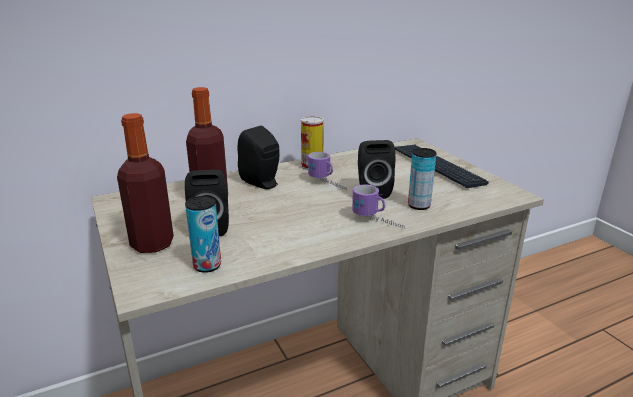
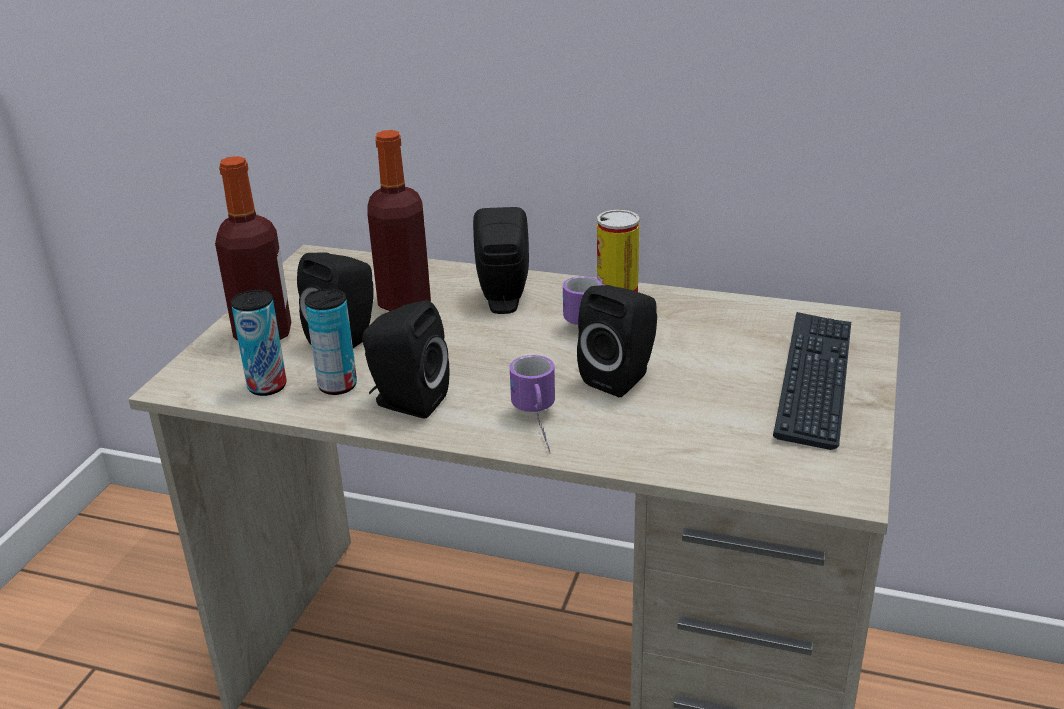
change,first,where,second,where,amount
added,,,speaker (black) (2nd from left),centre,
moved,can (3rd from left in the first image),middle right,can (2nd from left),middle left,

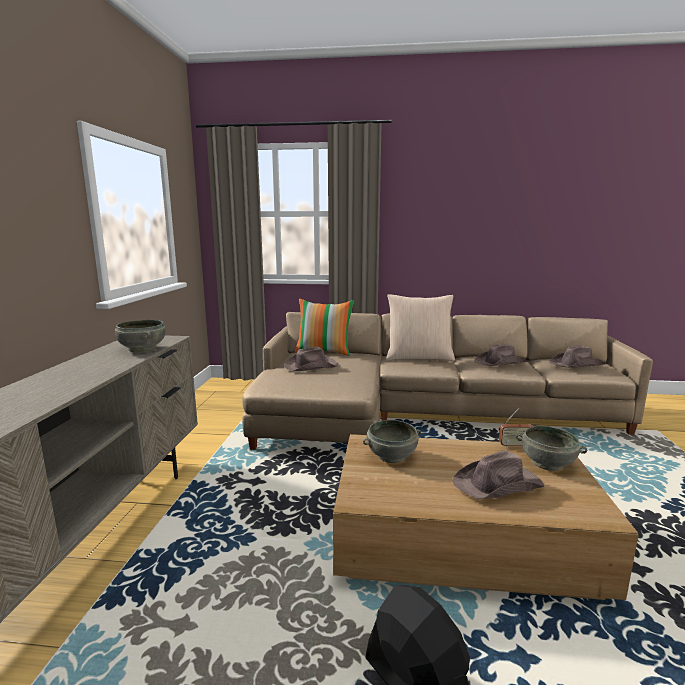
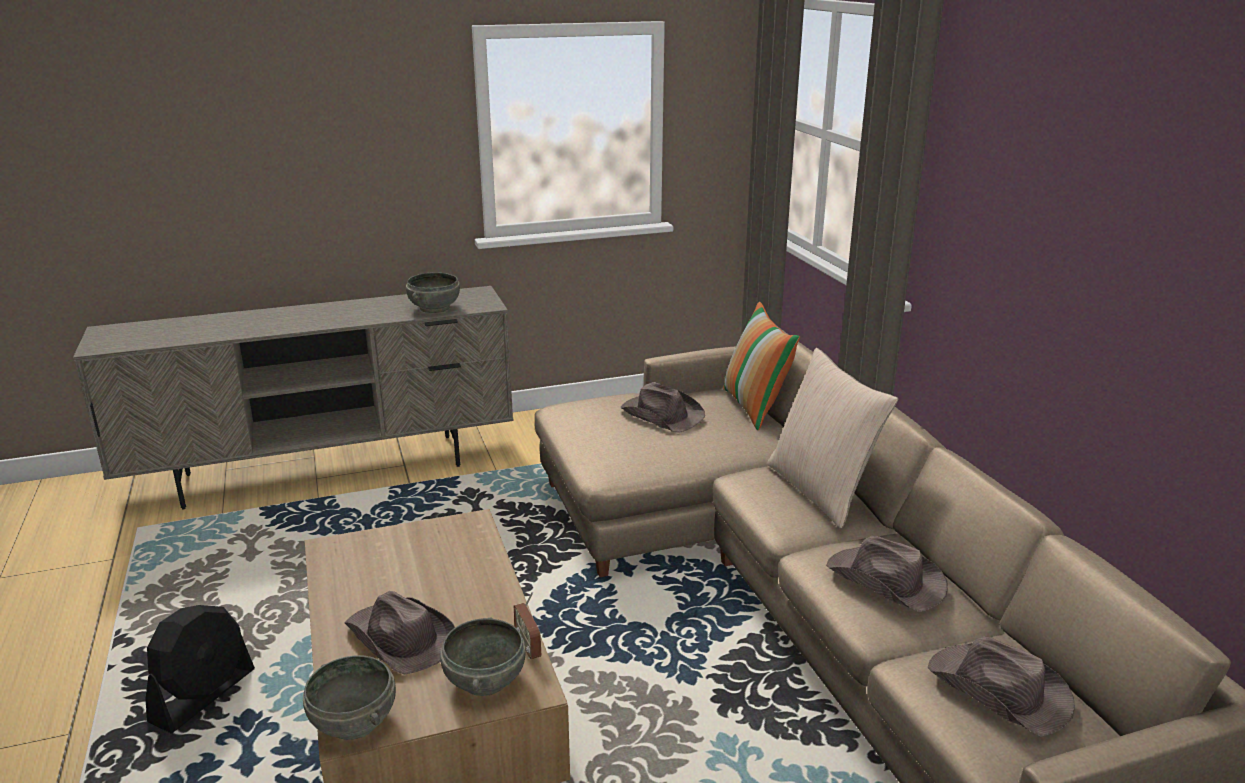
change,first,where,second,where,amount
moved,bowl (grey) (2nd from left in the first image),centre,bowl (grey) (1st from left),bottom left,

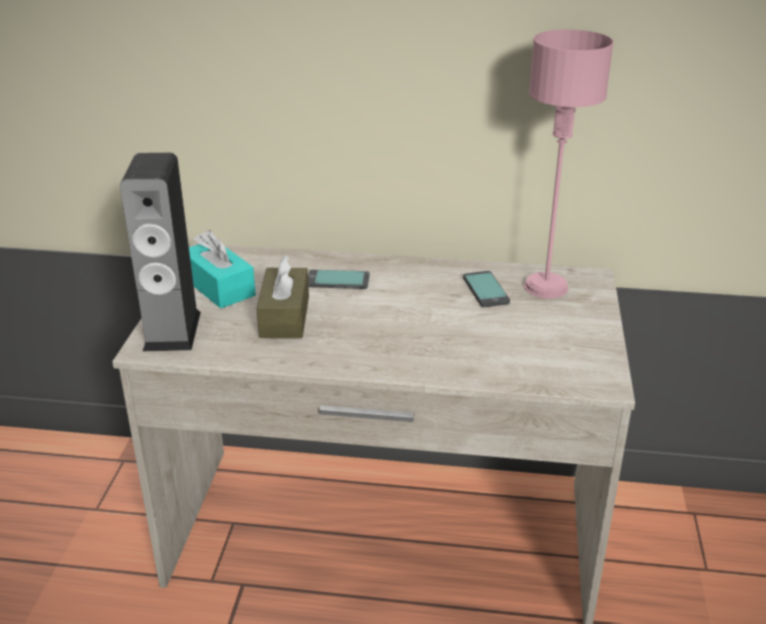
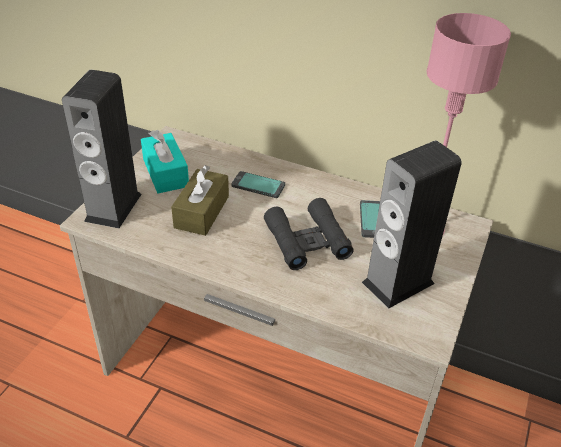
change,first,where,second,where,amount
added,,,binoculars (black),centre,
added,,,speaker (2nd from left),middle right,

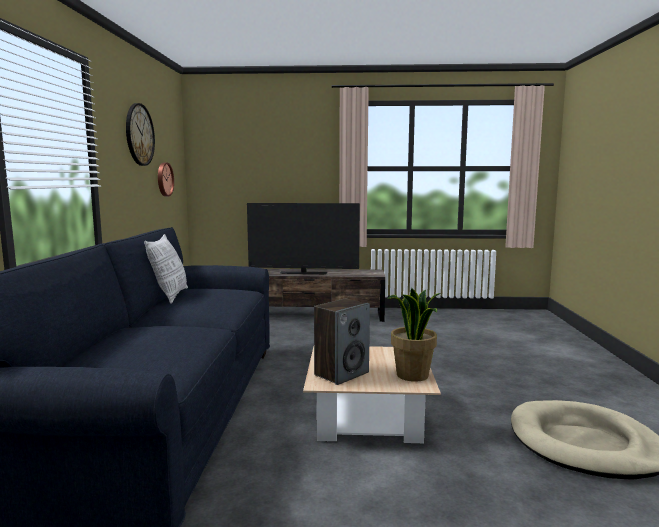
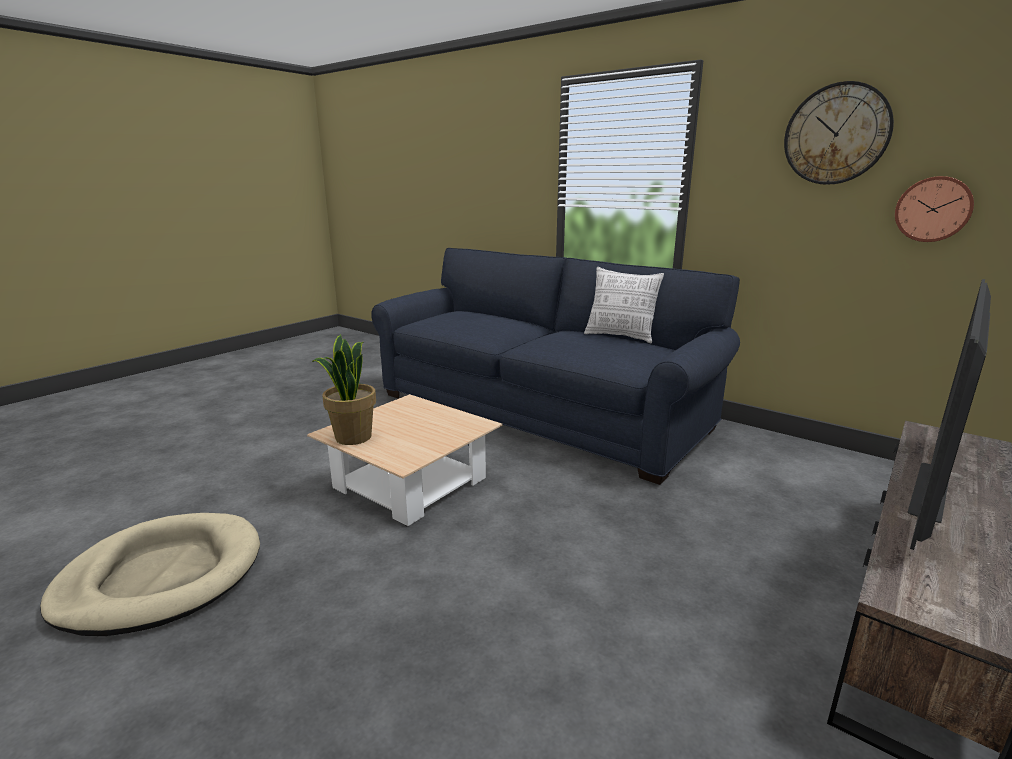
change,first,where,second,where,amount
removed,speaker,centre,,,

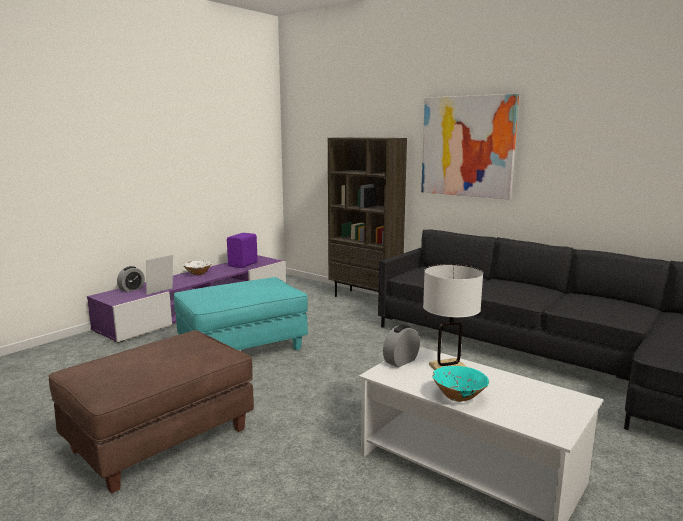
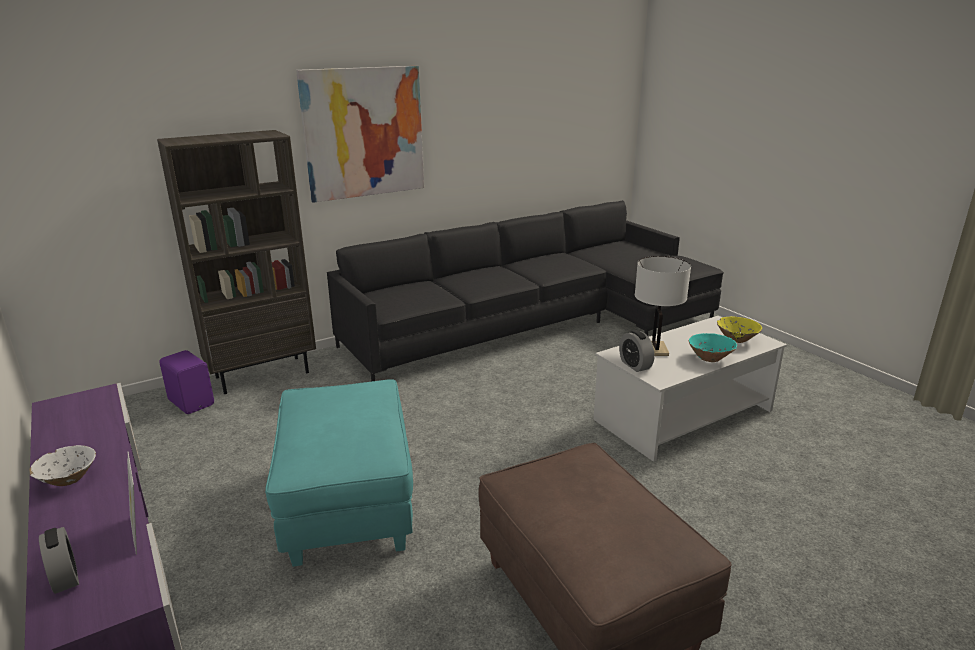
change,first,where,second,where,amount
added,,,bowl (yellow),middle right,
moved,speaker (purple),centre,,middle left,

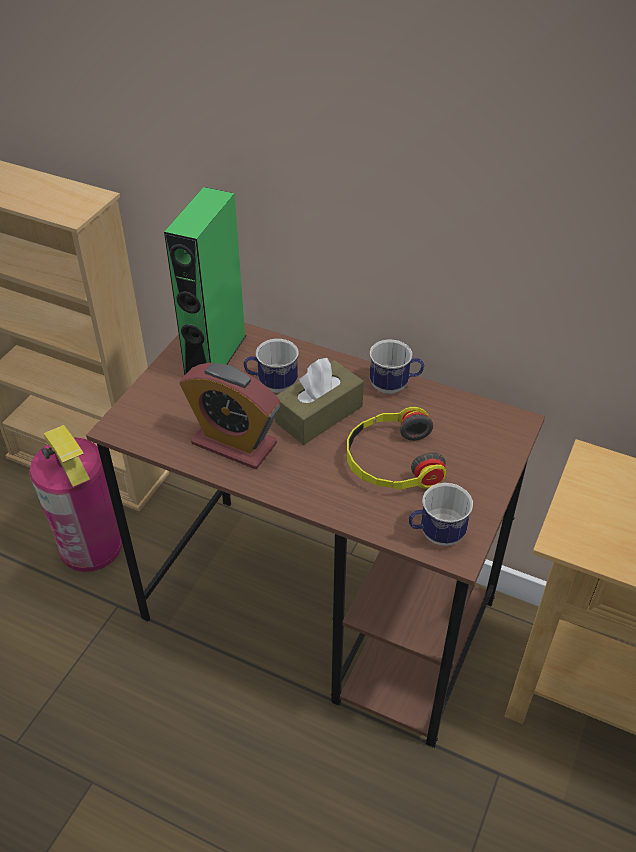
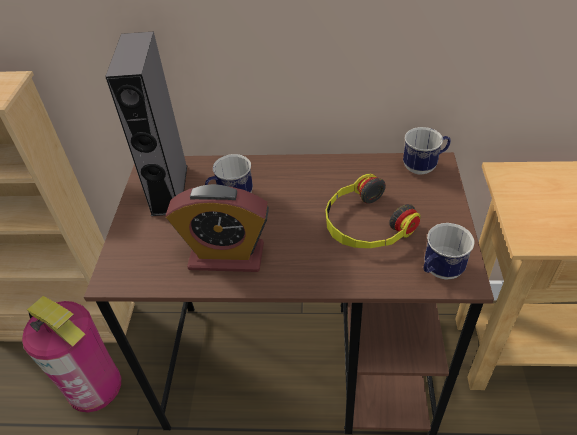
change,first,where,second,where,amount
removed,tissue box (brown),centre,,,
moved,mug (2nd from left),centre,,middle right,
recoloured,speaker (green),top left,speaker (grey),top left,

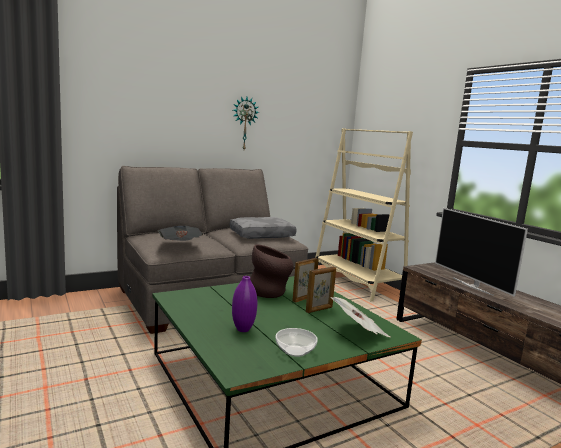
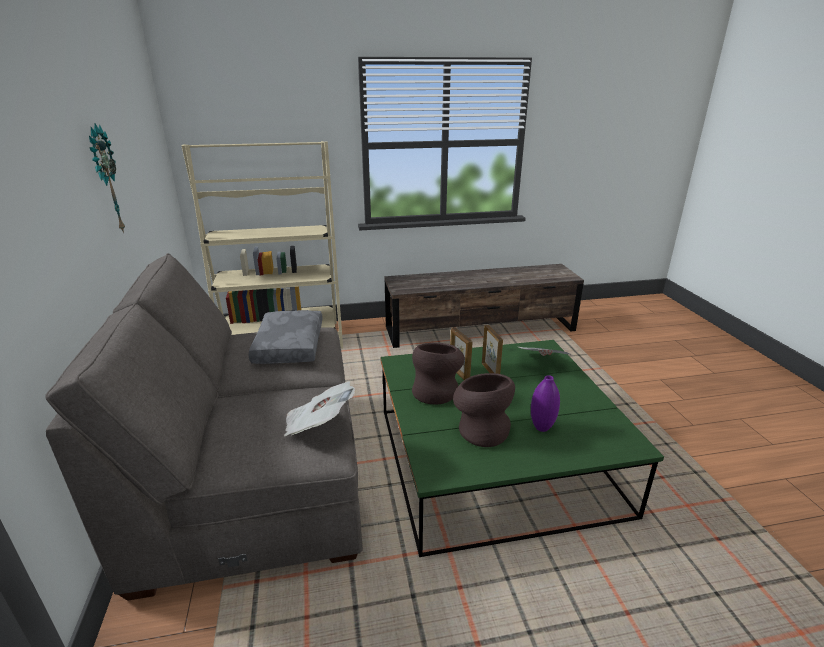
change,first,where,second,where,amount
removed,bowl,bottom centre,,,
removed,television,middle right,,,
added,,,vase (brown) (2nd from left),centre,

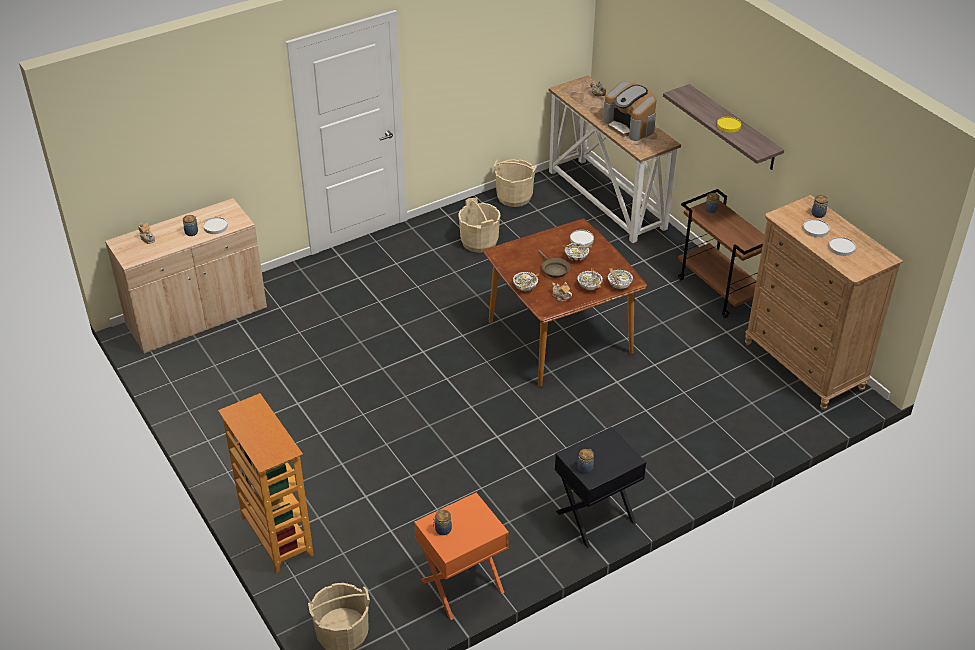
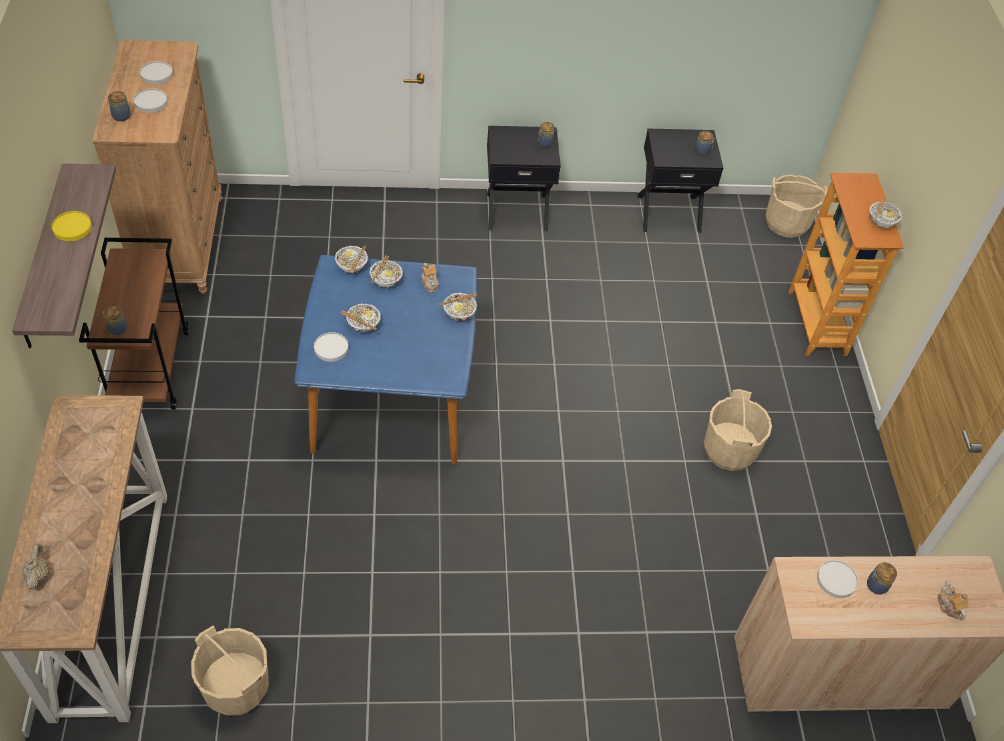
change,first,where,second,where,amount
removed,frying pan (brown),centre,,,
removed,coffee machine,top centre,,,
added,,,bowl (5th from left),top right,
moved,bucket (beige) (2nd from left),centre,,middle right,
recoloured,nightstand (orange),bottom centre,nightstand (black) (2nd from left),top right,
recoloured,dining table (brown),centre,dining table (blue),centre,

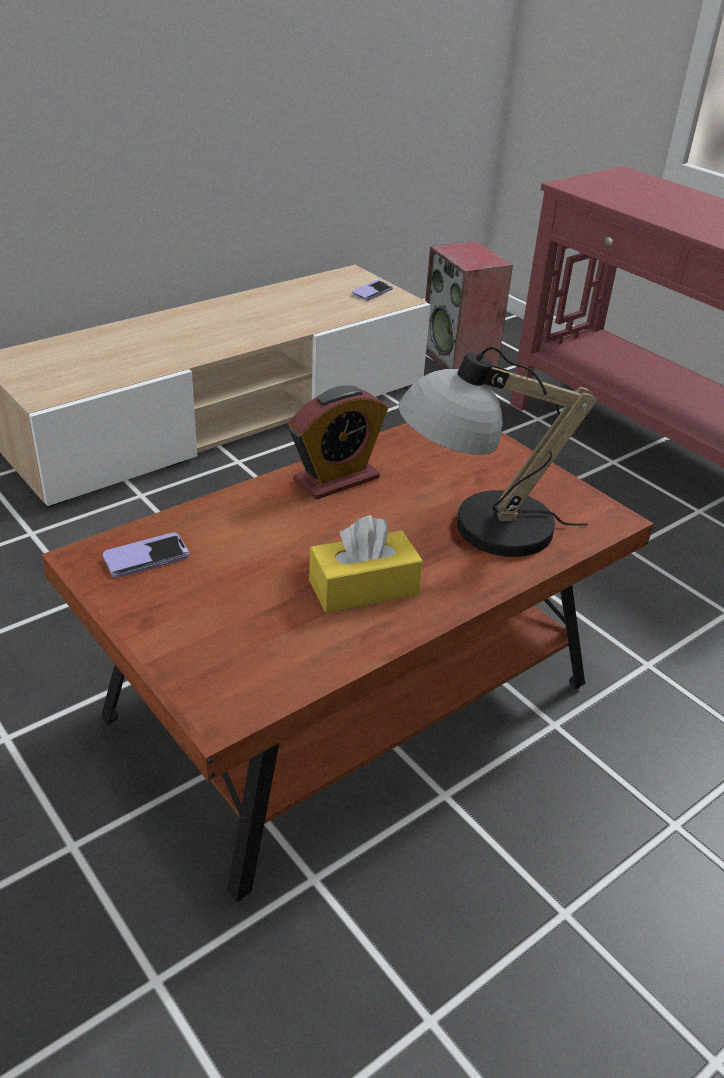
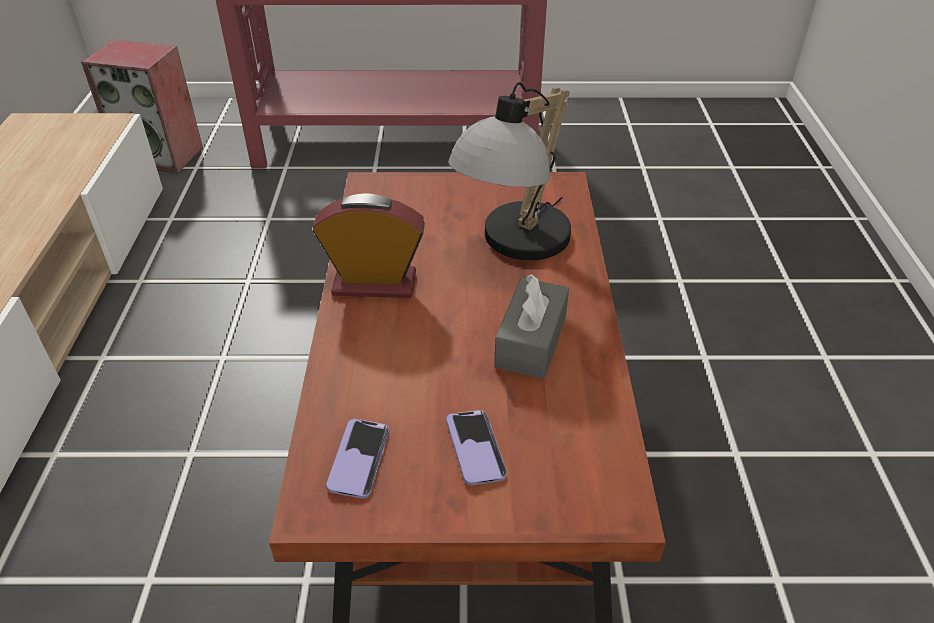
change,first,where,second,where,amount
moved,phone (2nd from left),top centre,,bottom centre,
recoloured,tissue box (yellow),centre,tissue box (grey),centre,
turned,alarm clock,centre,,centre,90 degrees counterclockwise

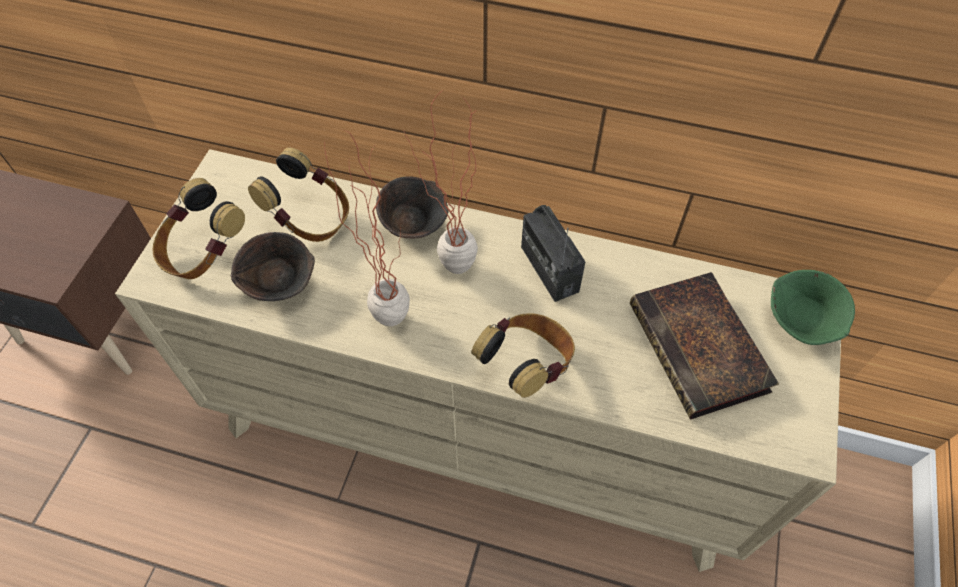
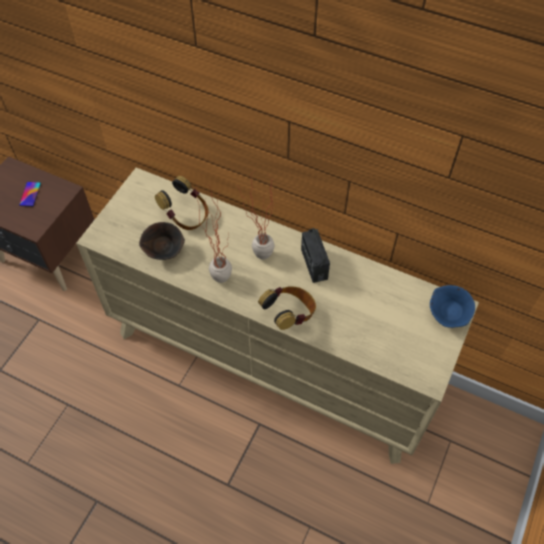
change,first,where,second,where,amount
removed,headphones (1st from left),middle left,,,
removed,bowl (brown) (2nd from left),centre,,,
removed,book,middle right,,,
added,,,phone,middle left,
recoloured,bowl (green),middle right,bowl (blue),middle right,

